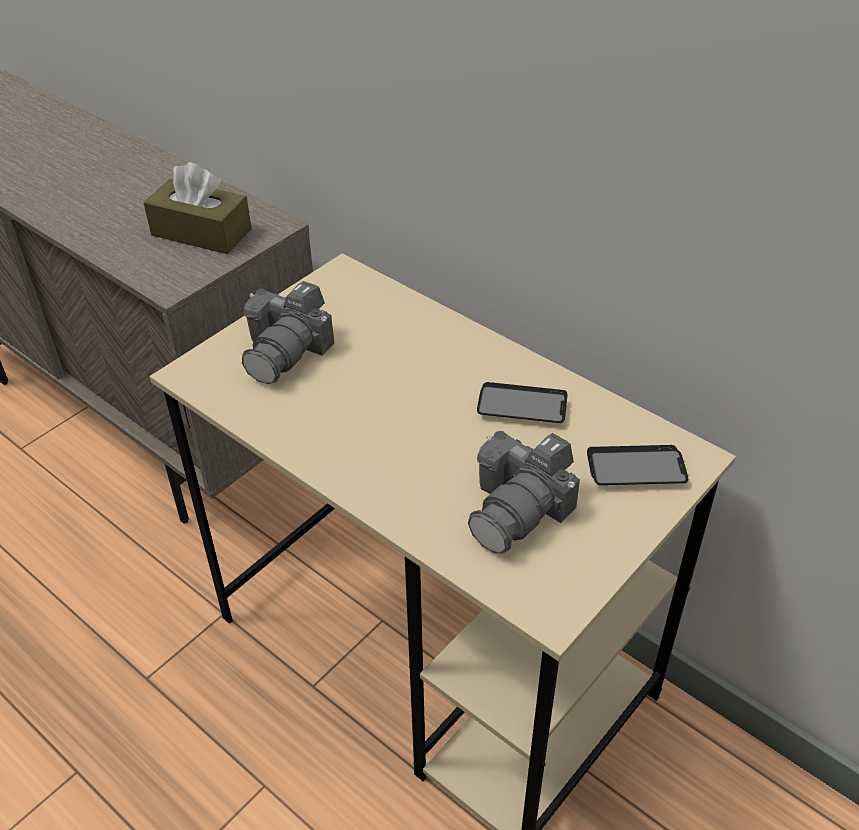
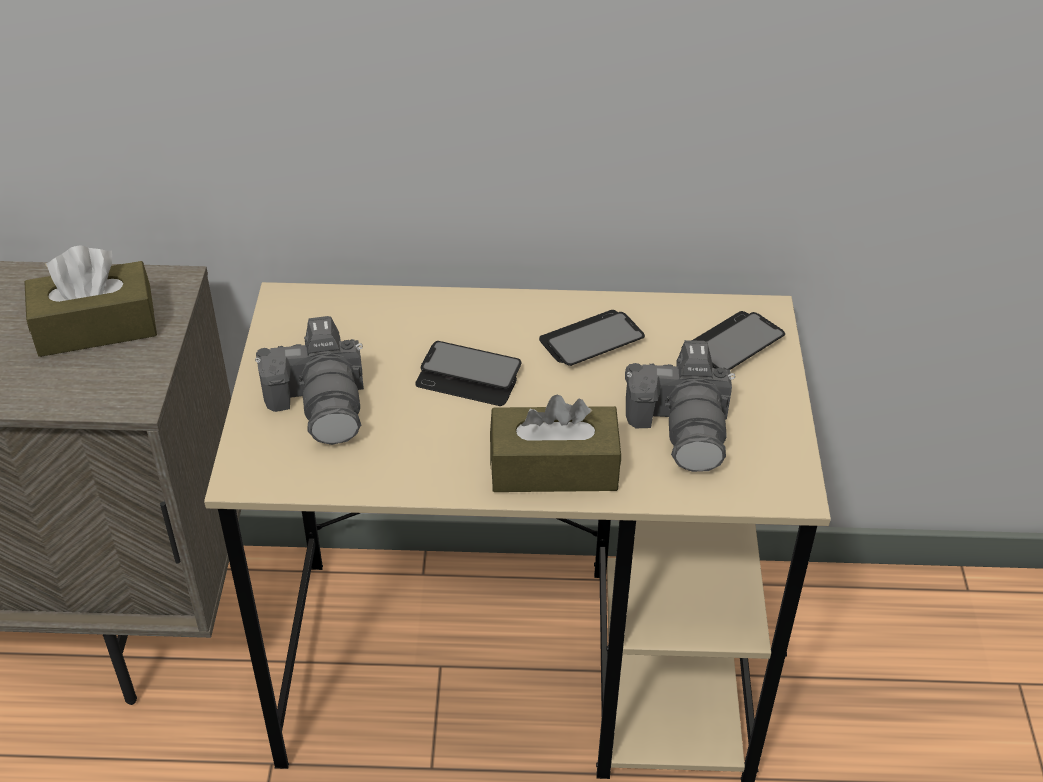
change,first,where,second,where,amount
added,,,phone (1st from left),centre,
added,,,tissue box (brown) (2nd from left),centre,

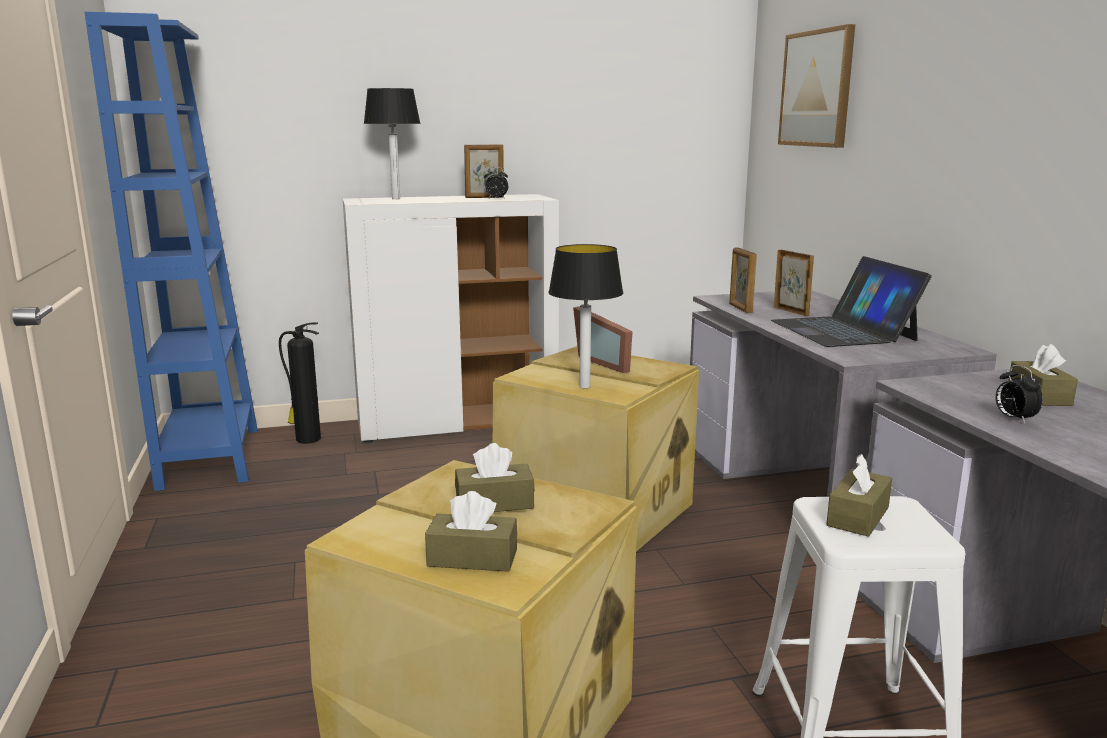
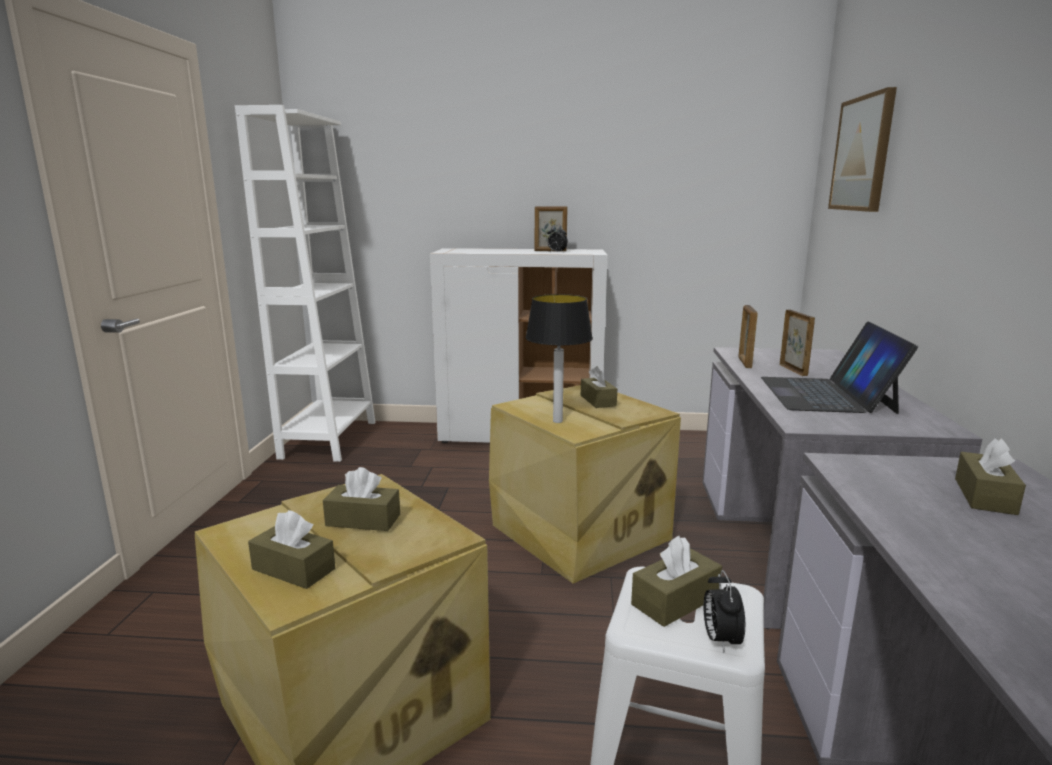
change,first,where,second,where,amount
removed,fire extinguisher,middle left,,,
removed,table lamp (1st from left),top centre,,,
moved,alarm clock (2nd from left),middle right,,bottom right,
replaced,picture frame (2nd from left),centre,tissue box (brown) (3rd from left),centre,
recoloured,bookcase (blue),middle left,bookcase (white),middle left,

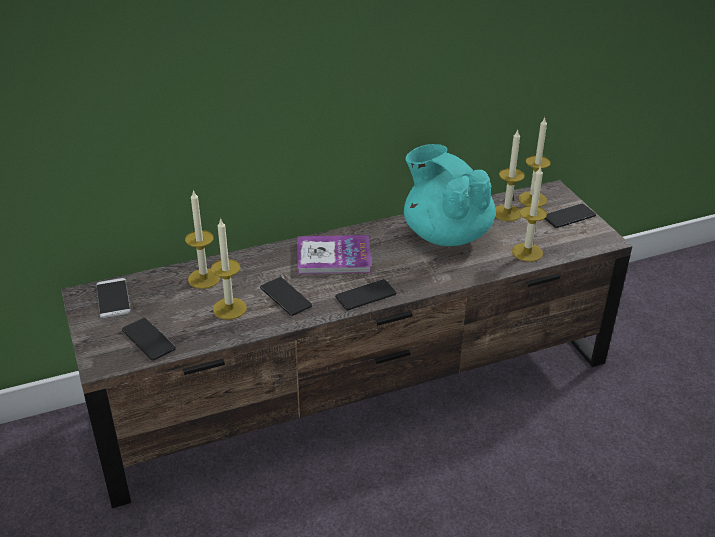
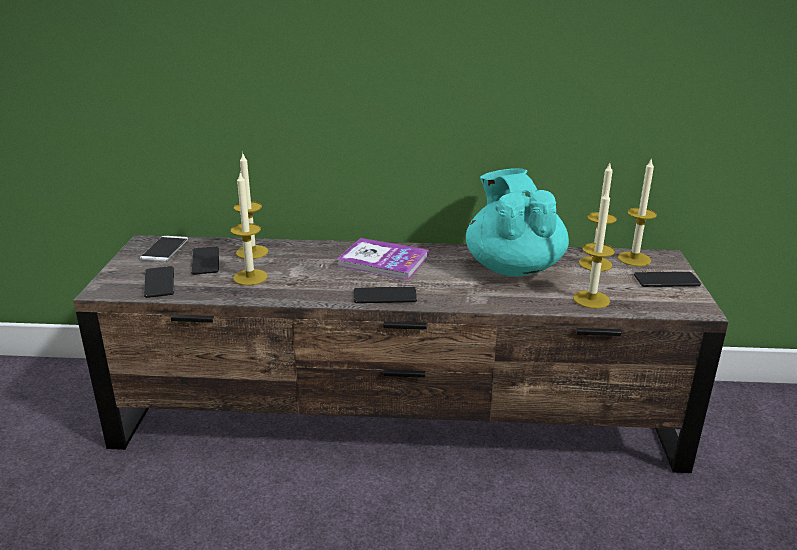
change,first,where,second,where,amount
moved,phone (3rd from left),centre,,middle left,

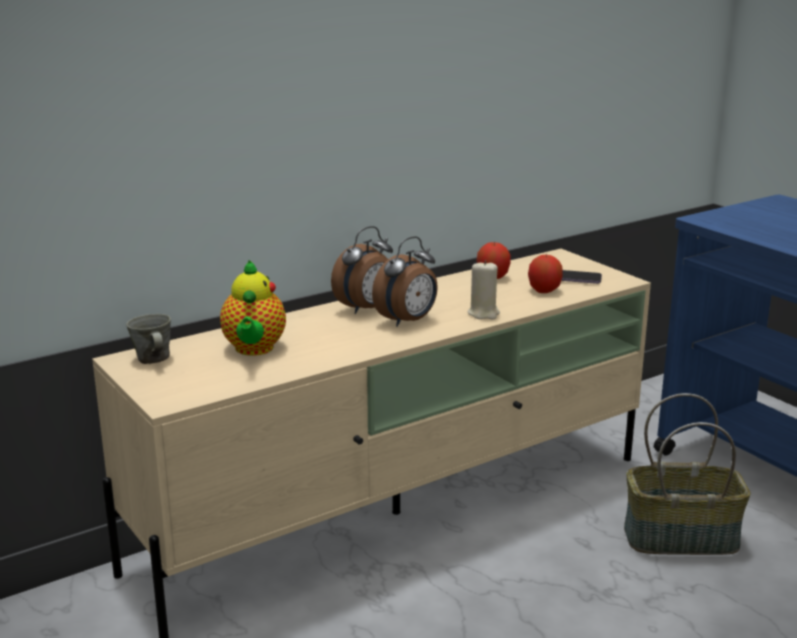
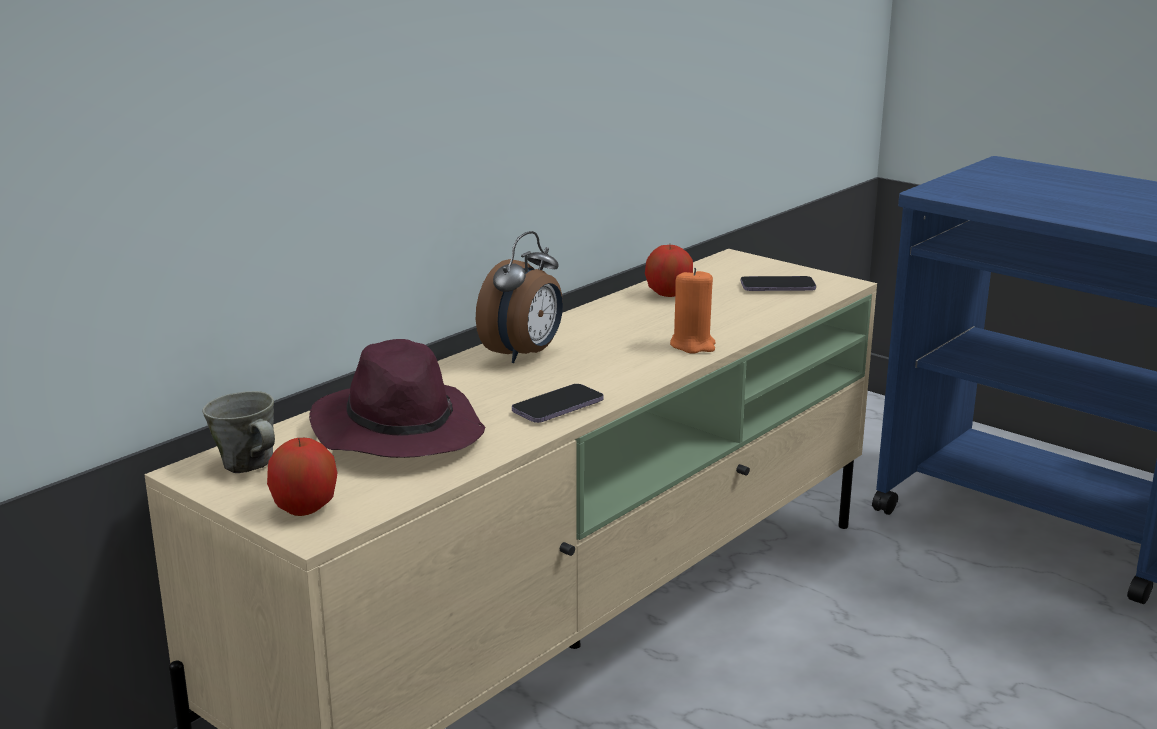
change,first,where,second,where,amount
removed,alarm clock (2nd from left),centre,,,
removed,basket,bottom right,,,
added,,,phone (1st from left),centre,
moved,apple (2nd from left in the first image),middle right,apple (1st from left),middle left,
replaced,teapot,middle left,hat (purple),centre,
recoloured,candle (beige),centre,candle (orange),centre,

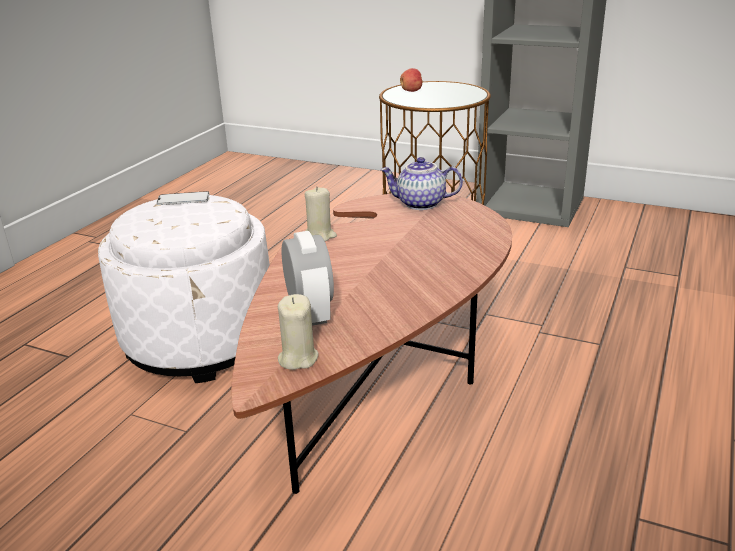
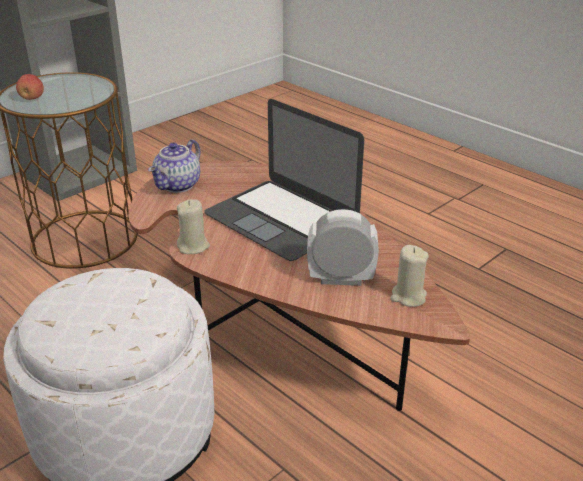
change,first,where,second,where,amount
removed,phone,middle left,,,
added,,,laptop,centre,

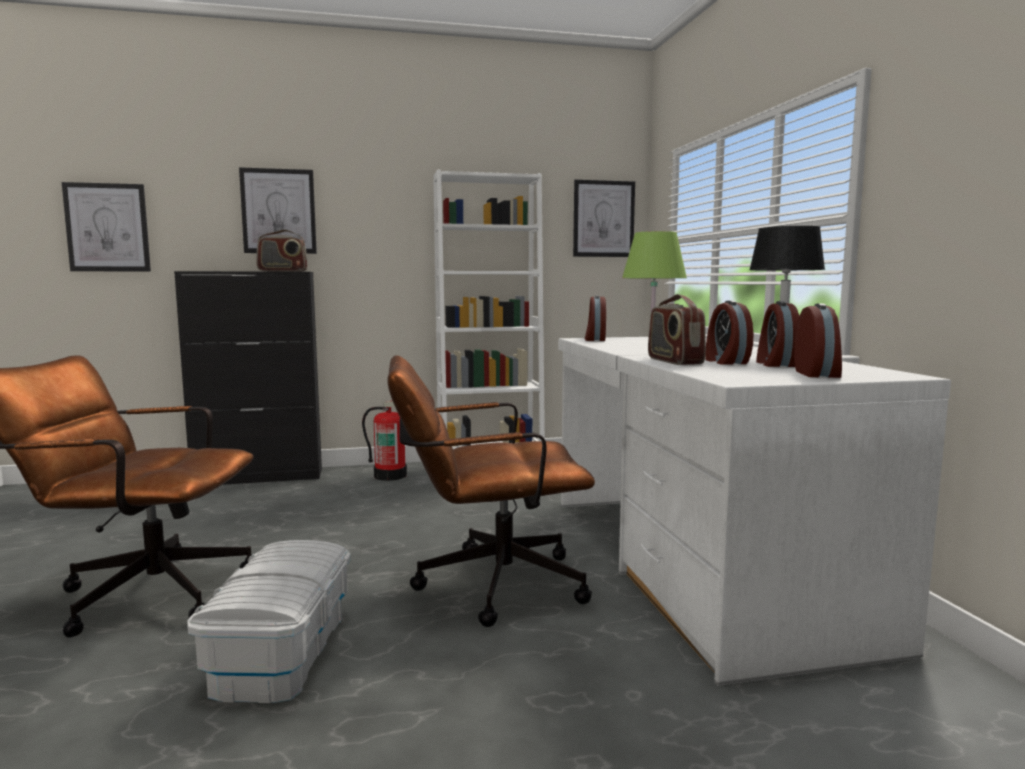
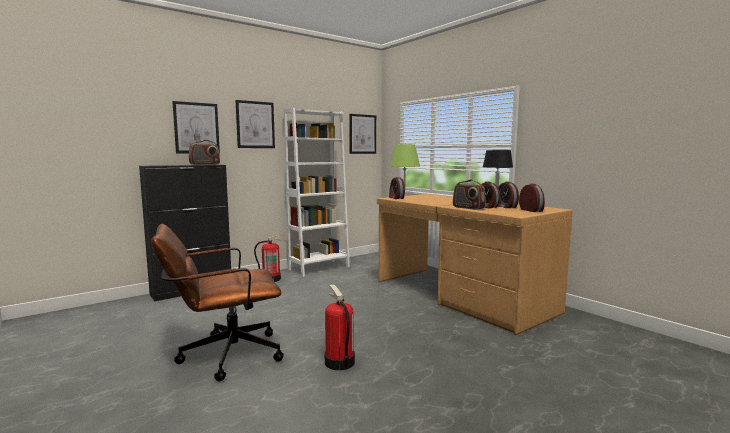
change,first,where,second,where,amount
removed,office chair (brown) (2nd from left),centre,,,
moved,picture (1st from left in the first image),top left,picture (2nd from left),top centre,
replaced,storage box (white),bottom left,fire extinguisher (2nd from left),bottom centre,
recoloured,desk (white),middle right,desk (brown),centre,

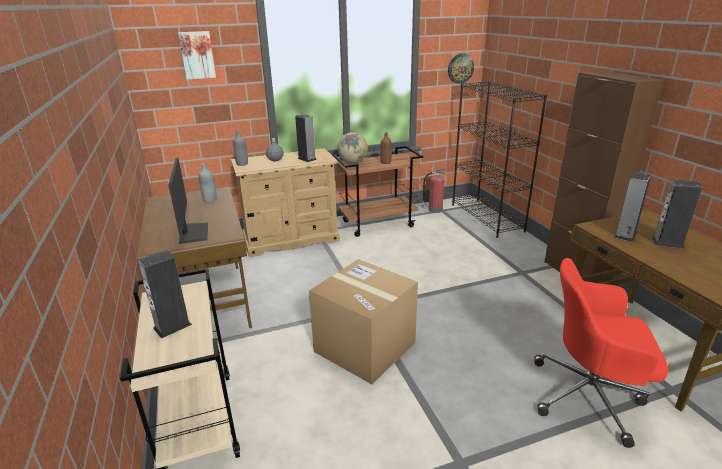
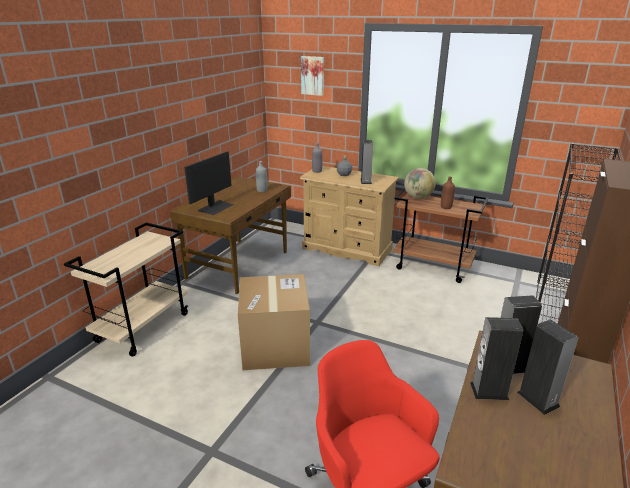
change,first,where,second,where,amount
removed,fire extinguisher,centre,,,
removed,wall clock,top centre,,,
moved,speaker (1st from left in the first image),middle left,speaker (2nd from left),bottom right,

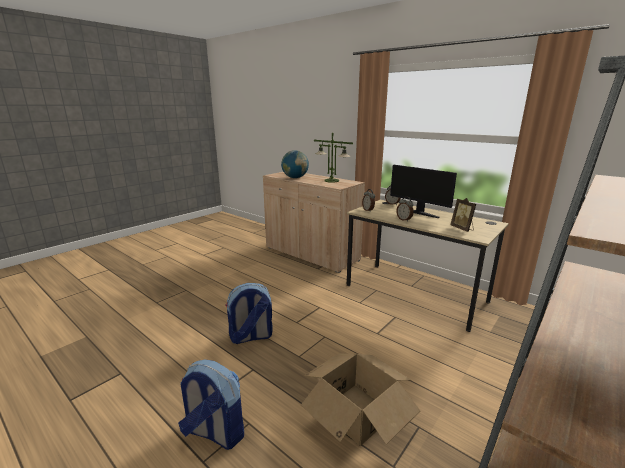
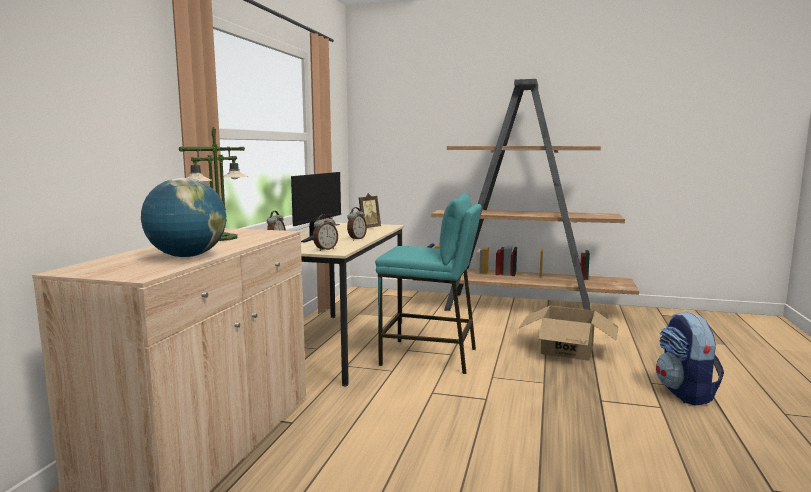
change,first,where,second,where,amount
removed,backpack (2nd from left),bottom centre,,,
added,,,stool (turquoise),centre,

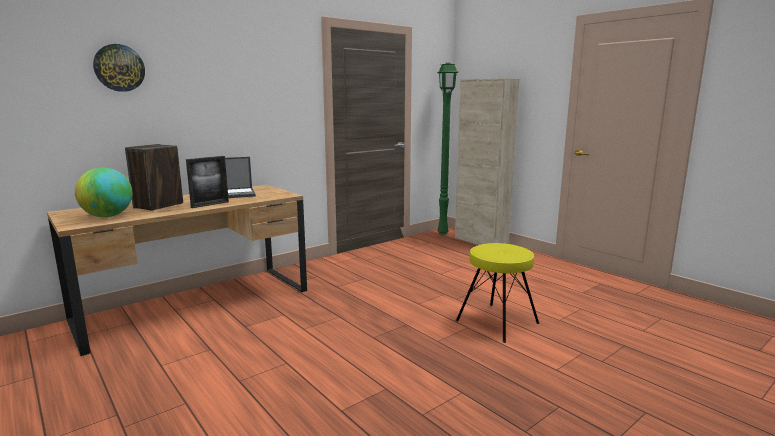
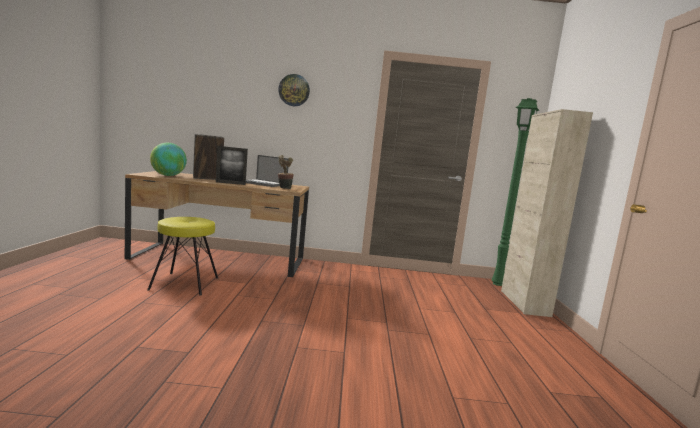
change,first,where,second,where,amount
added,,,potted plant,centre,
moved,wall clock,top left,,top centre,
moved,stool (yellow),bottom centre,,middle left,

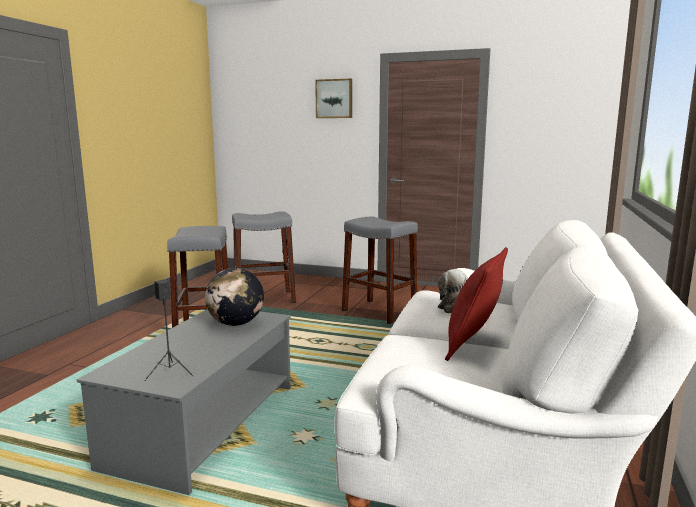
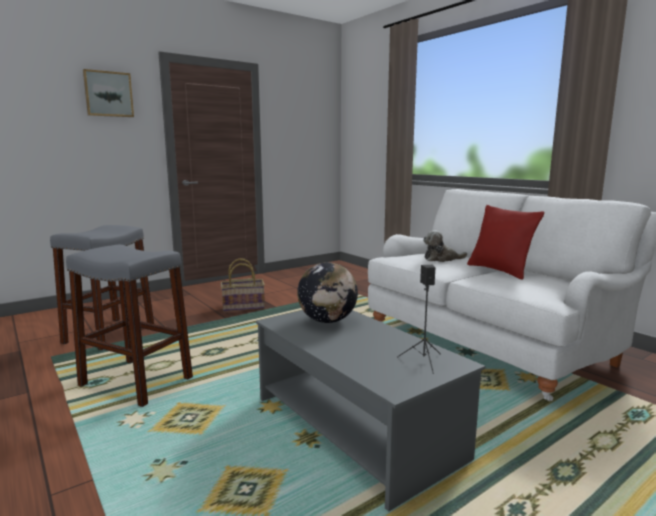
change,first,where,second,where,amount
replaced,stool (grey) (3rd from left),centre,basket,centre,

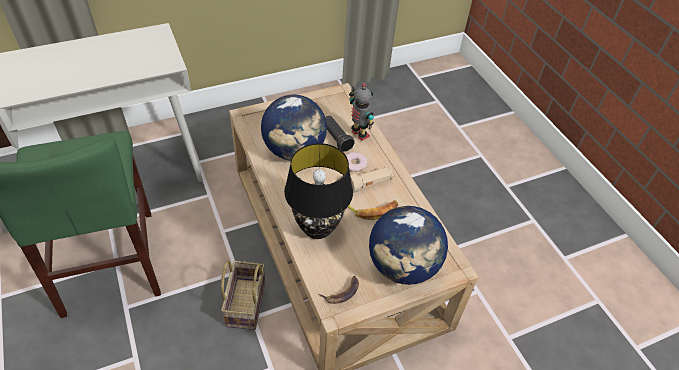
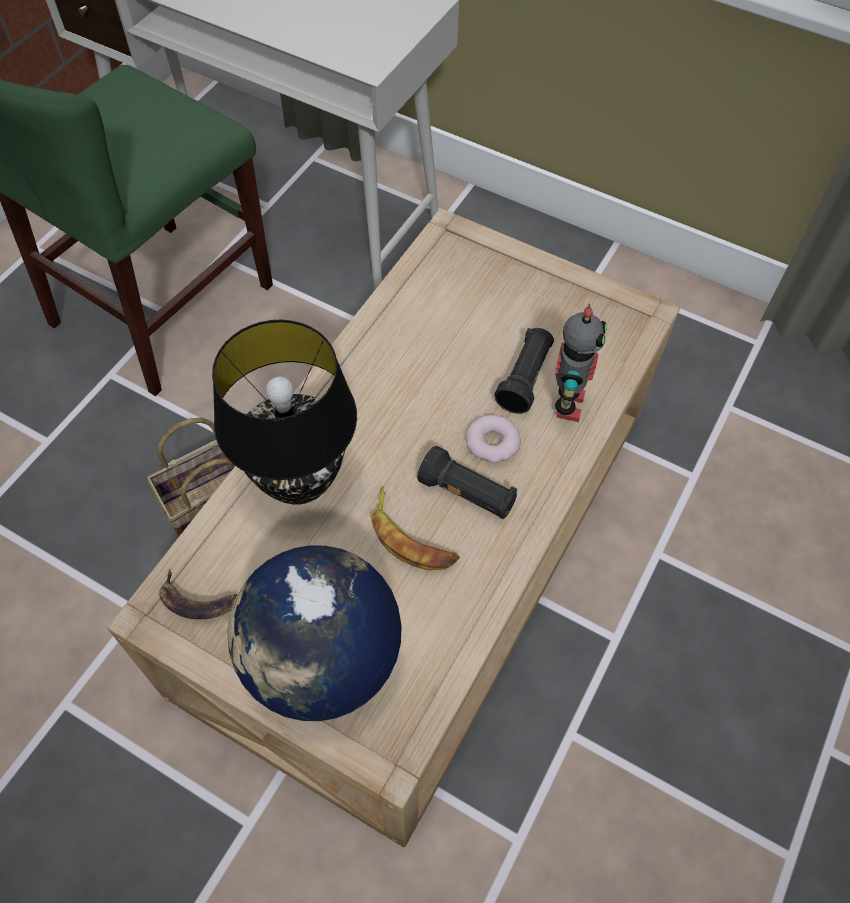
change,first,where,second,where,amount
removed,globe (1st from left),centre,,,
recoloured,flashlight (beige),centre,flashlight (black) (1st from left),centre,

